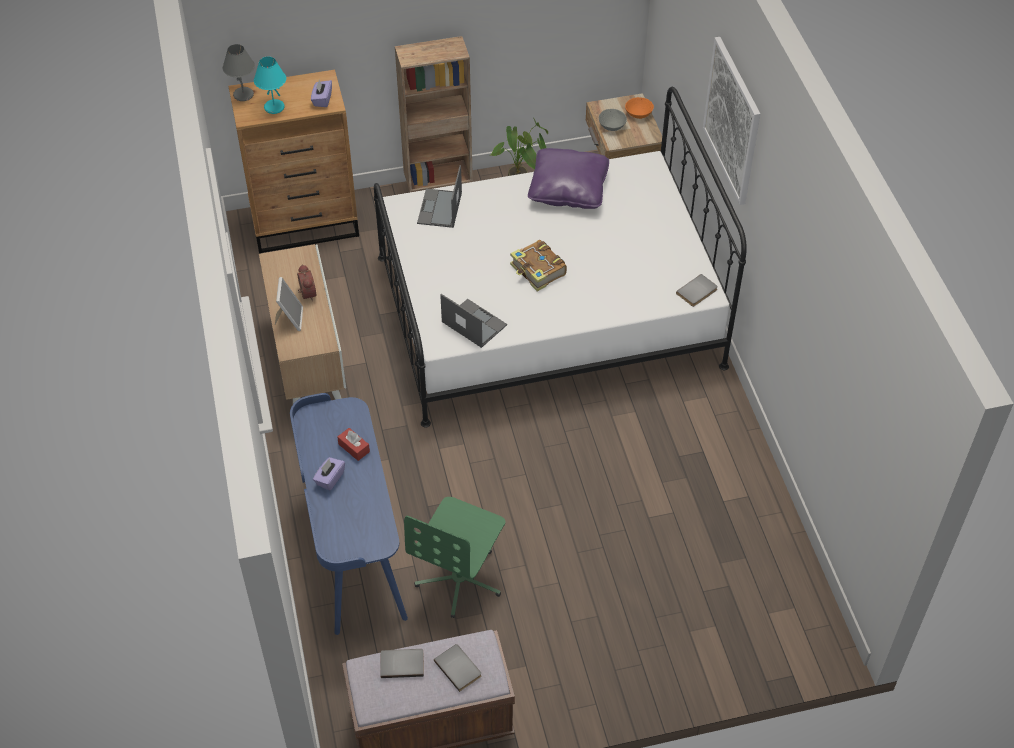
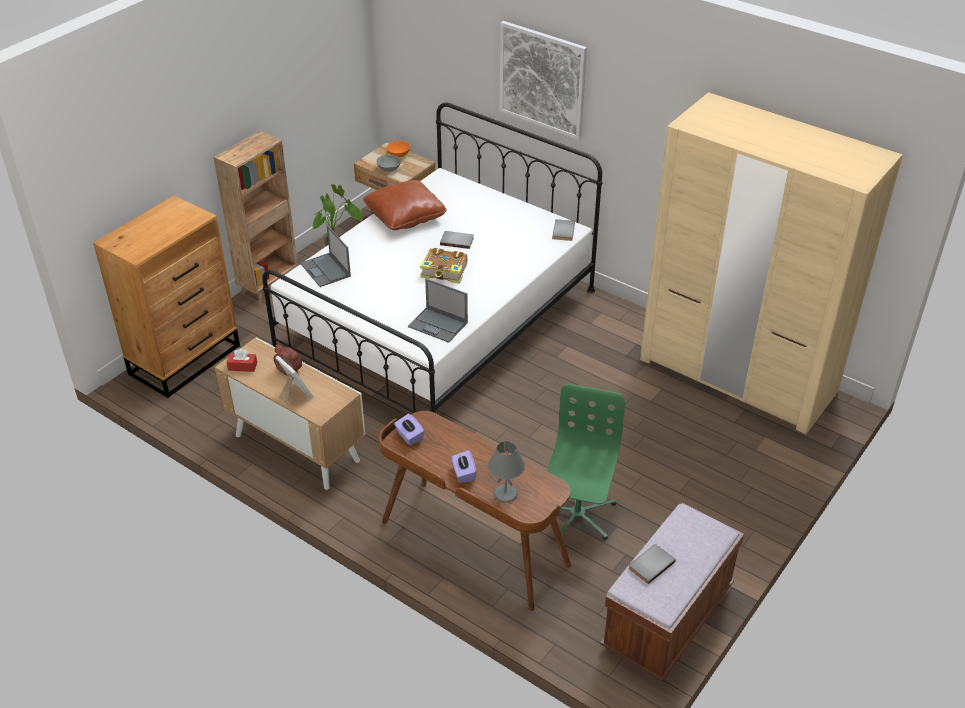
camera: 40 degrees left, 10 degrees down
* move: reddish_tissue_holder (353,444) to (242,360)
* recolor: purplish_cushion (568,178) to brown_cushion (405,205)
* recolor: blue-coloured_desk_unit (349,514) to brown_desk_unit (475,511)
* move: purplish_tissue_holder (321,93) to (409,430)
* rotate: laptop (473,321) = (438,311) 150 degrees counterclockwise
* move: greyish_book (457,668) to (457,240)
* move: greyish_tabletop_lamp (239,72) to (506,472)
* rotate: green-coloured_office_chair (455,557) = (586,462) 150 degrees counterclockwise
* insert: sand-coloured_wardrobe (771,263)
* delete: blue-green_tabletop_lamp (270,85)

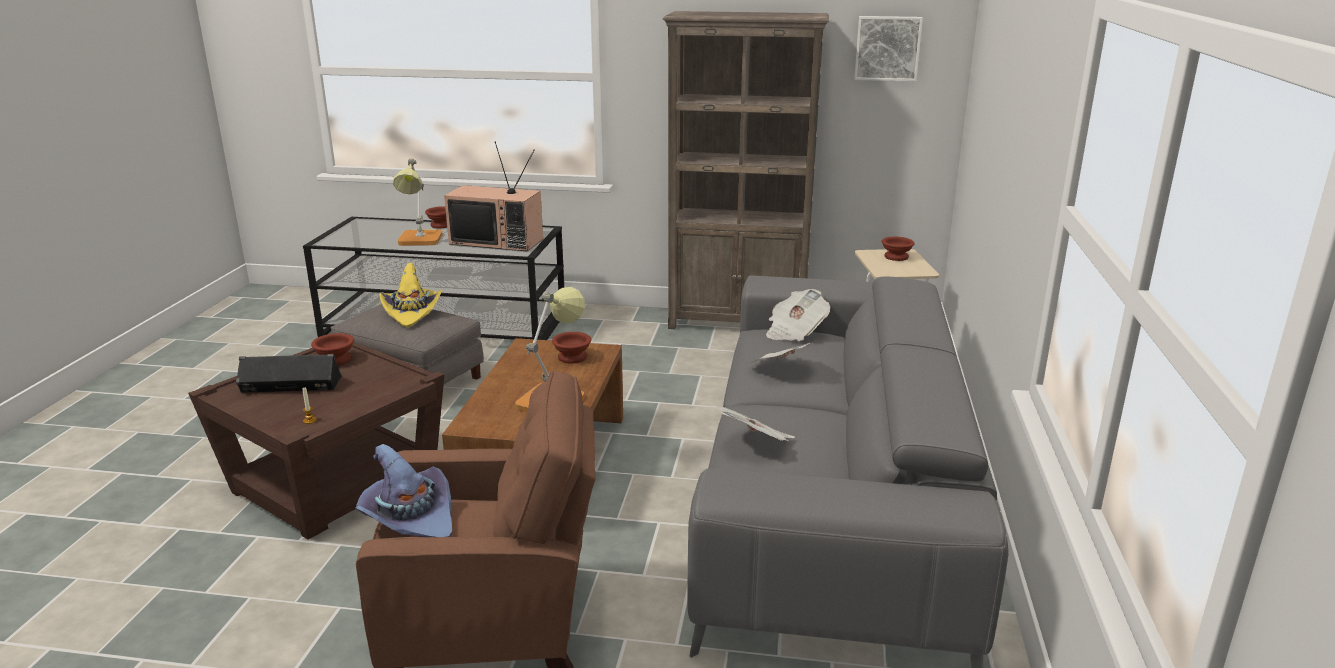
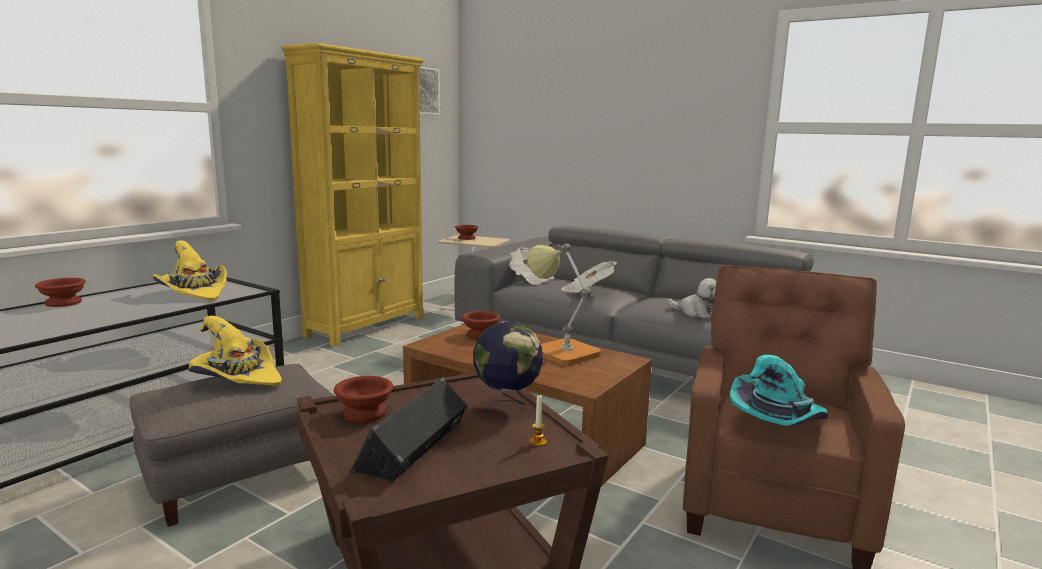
camera: 65 degrees left, 10 degrees down
* replace: TV (493,197) to yellow_wearable_hat (189,270)
* recolor: brown_bookshelf (746,170) to yellow_bookshelf (352,195)
* insert: globe (508,370)
* replace: daily_paper (755,423) to soft_toy (692,298)
* recolor: purplish_wearable_hat (403,490) to blue-green_wearable_hat (778,390)
* delete: tabletop_lamp (418,202)

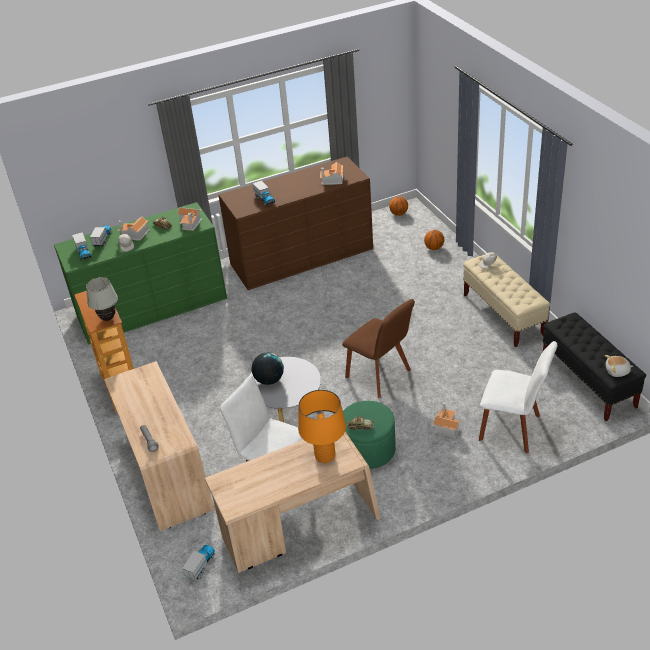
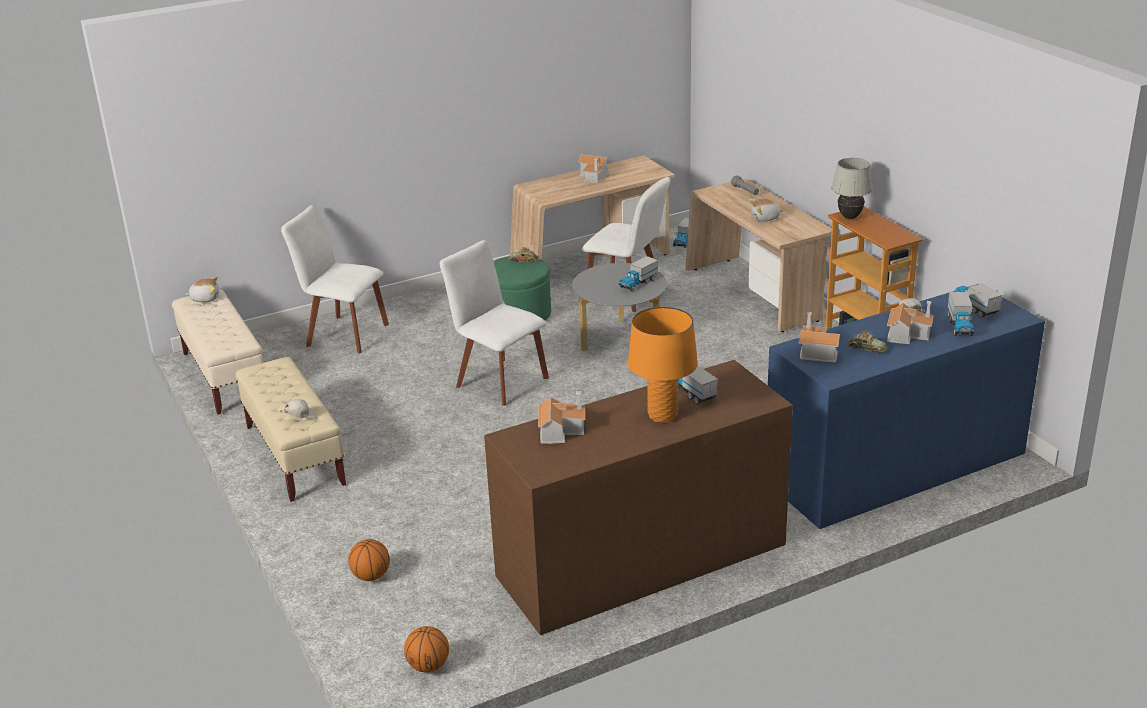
camera: 175 degrees right, 10 degrees down
* recolor: blackish_indoor_bench (594,366) to sand-coloured_indoor_bench (218,351)
* recolor: brown_plain_chair (378,348) to whitish_plain_chair (494,323)
* move: model_house (447,420) to (594,169)
* replace: globe (267,369) to model_truck (638,274)
* move: orange-coloured_tabletop_lamp (322,426) to (663,365)
* insert: soft_toy (766,210)
* recolor: green-coloured_chest_of_drawers (140,273) to blue-coloured_chest_of_drawers (906,406)

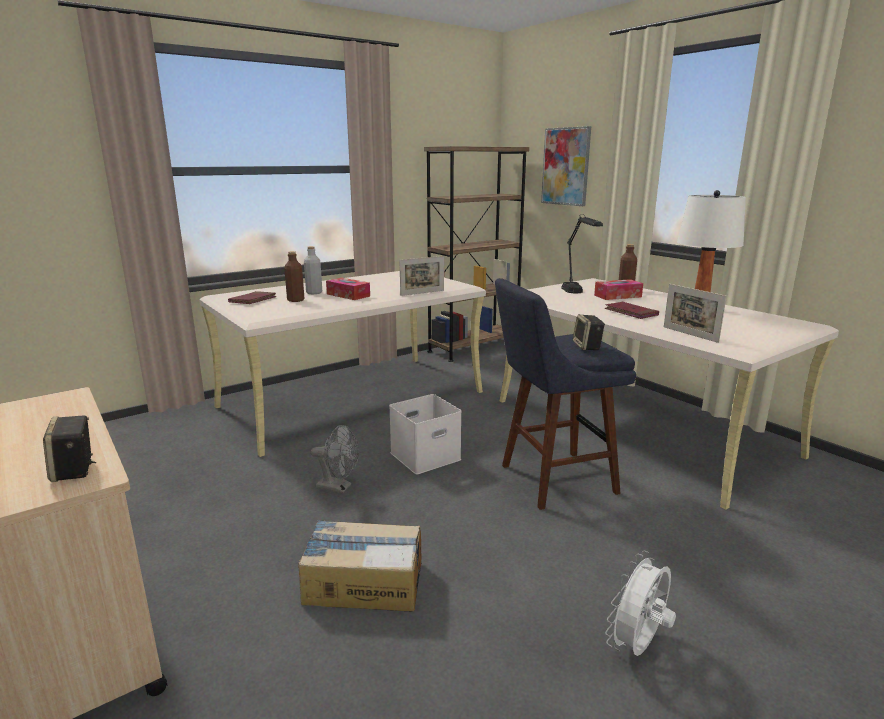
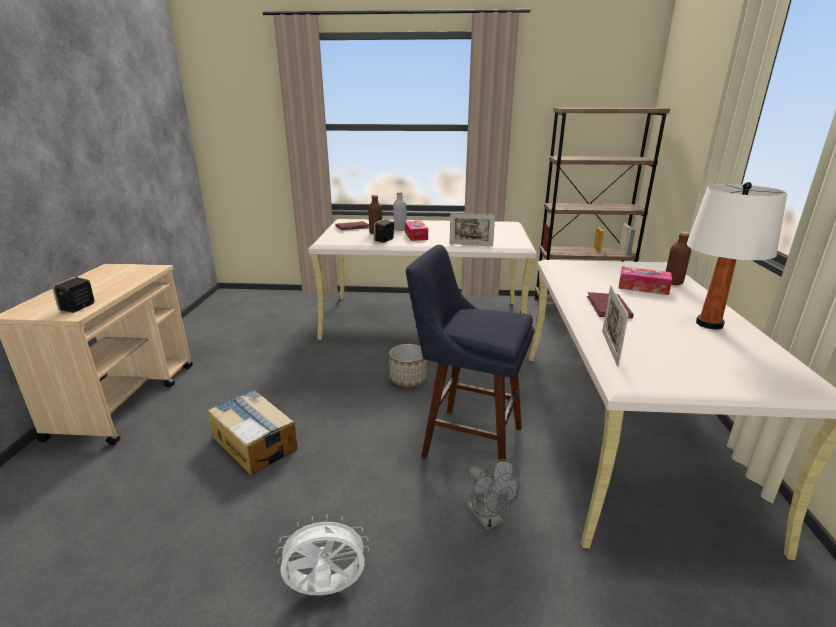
camera: 40 degrees right, 5 degrees up
* move: audio_speaker (589,332) to (384,231)
* replace: whitish_storage_bin (425,434) to planter (408,365)
* move: greyish_fan (335,459) to (493,494)
* delete: picture (566,166)
* delete: blackish_tabletop_lamp (582,253)

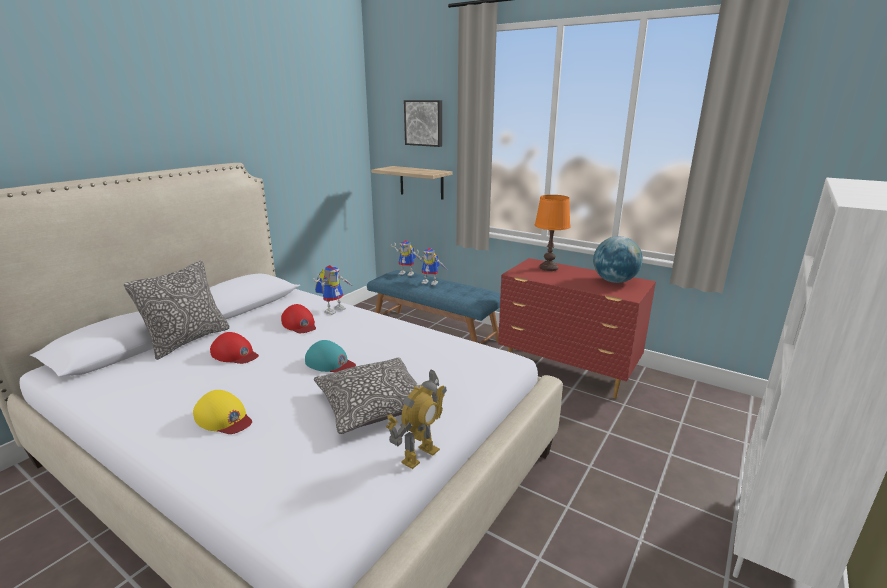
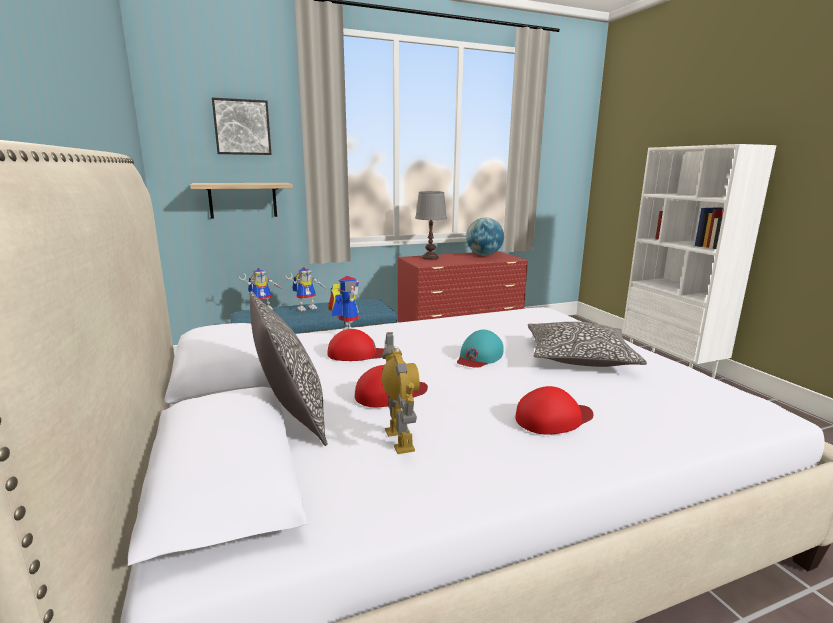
camera: 55 degrees left, 5 degrees down
* move: robot_figure (416,419) to (401,393)
* recolor: orange-coloured_tabletop_lamp (553,233) to greyish_tabletop_lamp (431,225)
* rotate: blue-green_peaked_cap (330,356) = (480,348) 150 degrees clockwise
* recolor: yellow_peaked_cap (222,412) to reddish_peaked_cap (554,410)

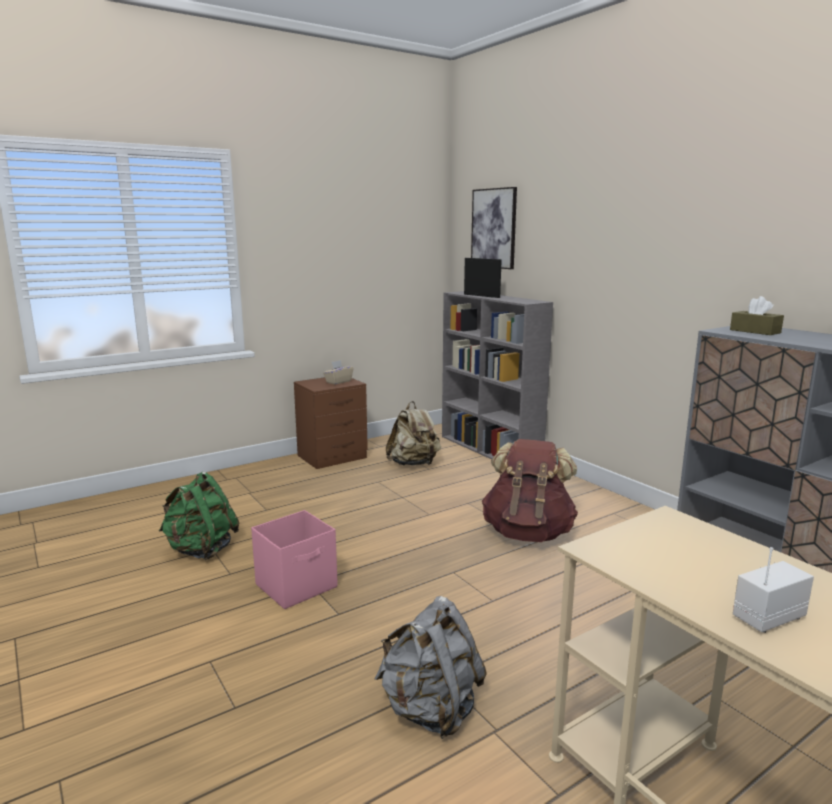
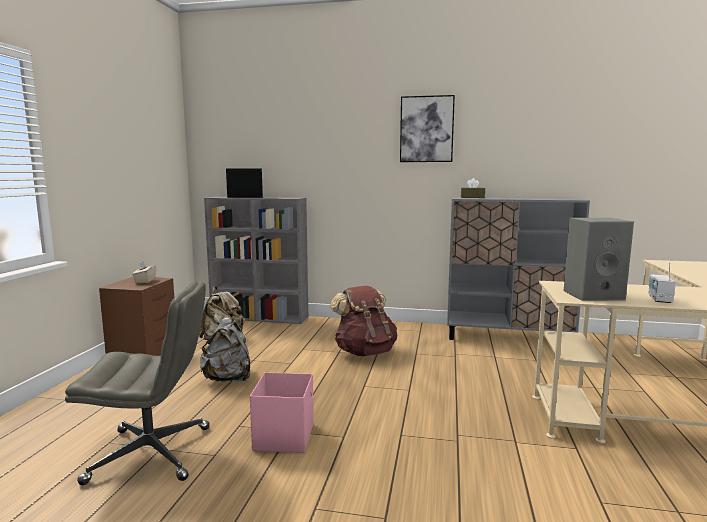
camera: 45 degrees left, 5 degrees down
* replace: green-coloured_rucksack (199,516) to greyish_office_chair (137,383)
* move: greyish_rucksack (430,667) to (225,349)
* move: picture (494,228) to (427,128)
* insert: greyish_audio_speaker (599,259)

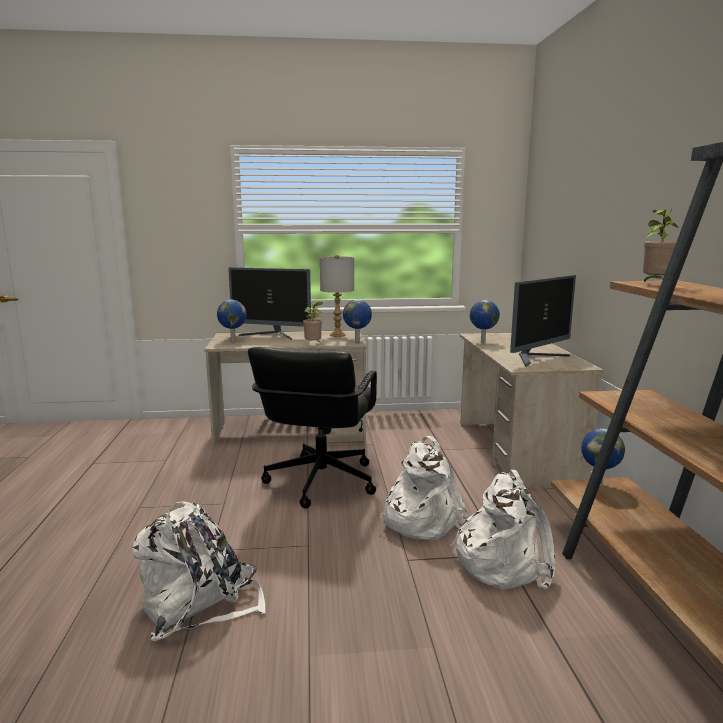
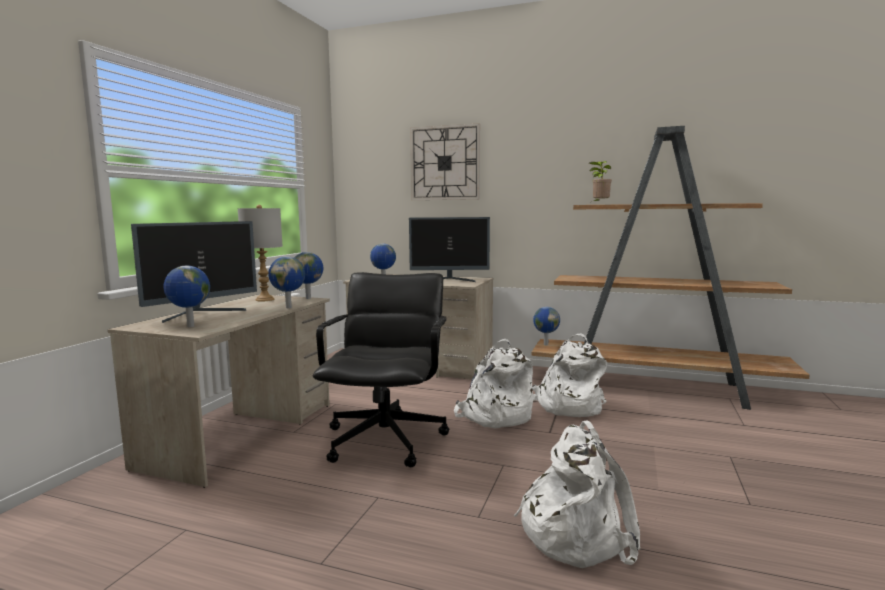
camera: 65 degrees left, 5 degrees down
* replace: houseplant (313,321) to globe (286,282)
* rotate: blackish_office_chair (312,427) = (381,369) 120 degrees counterclockwise
* rotate: computer_screen (543,321) = (449,249) 105 degrees clockwise
* insert: wall_clock (445,161)

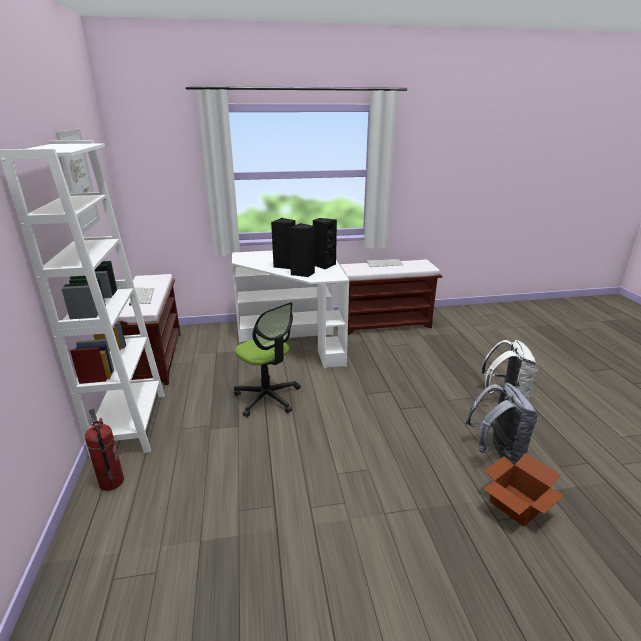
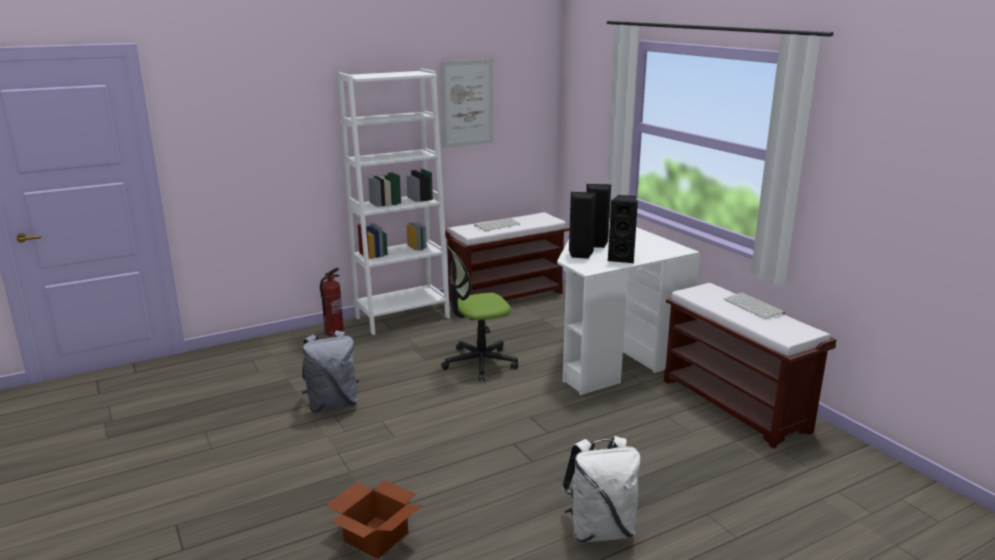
camera: 70 degrees right, 5 degrees down
* move: greyish_rucksack (502,424) to (330,371)
* rotate: office_chair (267,359) = (479,313) 45 degrees clockwise

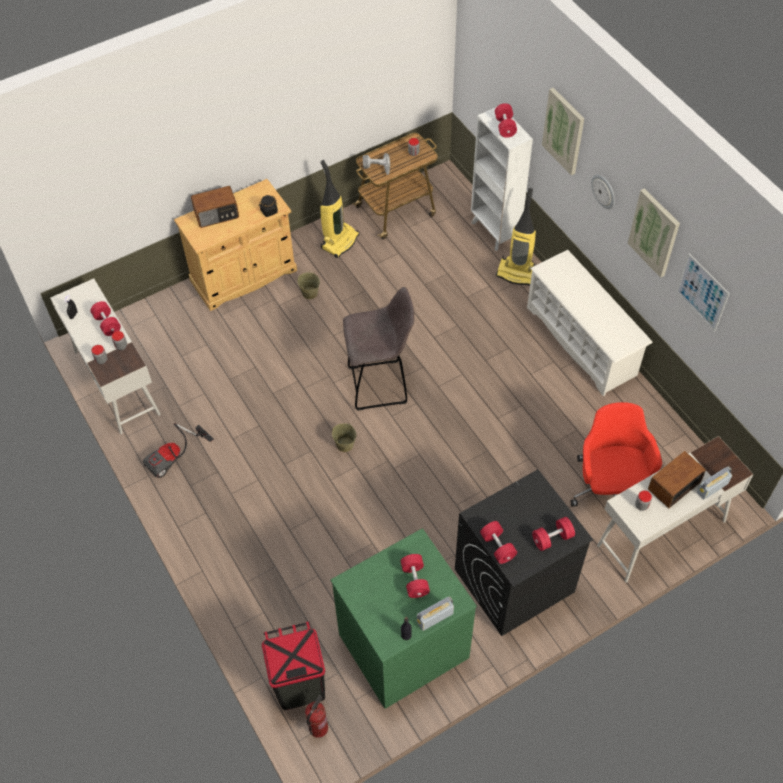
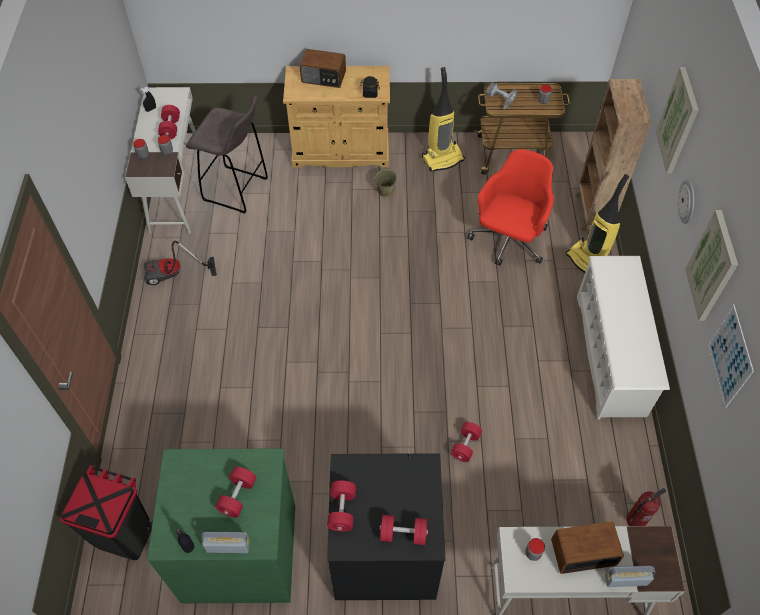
camera: 30 degrees right, 0 degrees up
* move: greyish_stool_seat (378,349) to (227,154)
* move: reddish_free_weight (506,120) to (466,442)
* move: reddish_office_chair (616,454) to (510,207)
* recolor: whitish_bookshelf (502,179) to brown_bookshelf (613,155)
* move: fire-fighting_cylinder (316,716) to (646,507)
* delete: sand-coloured_pail (344,437)

